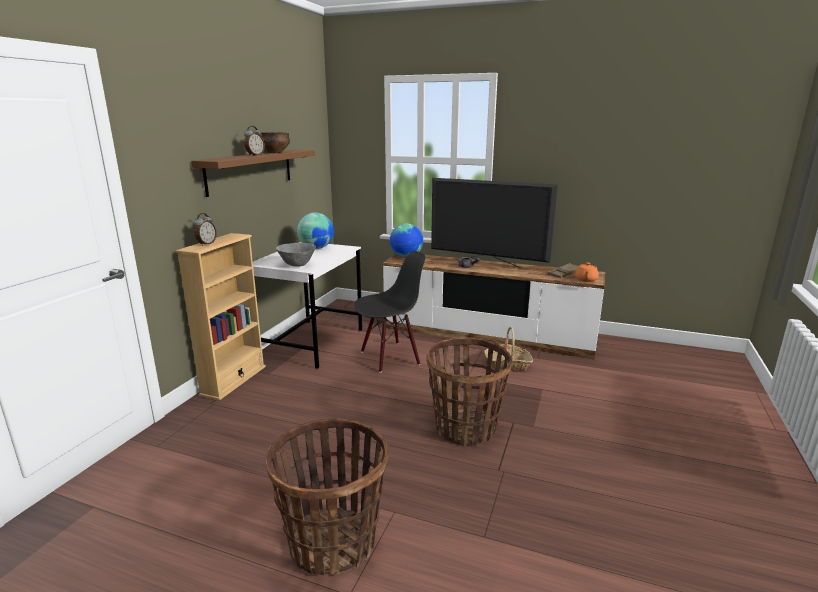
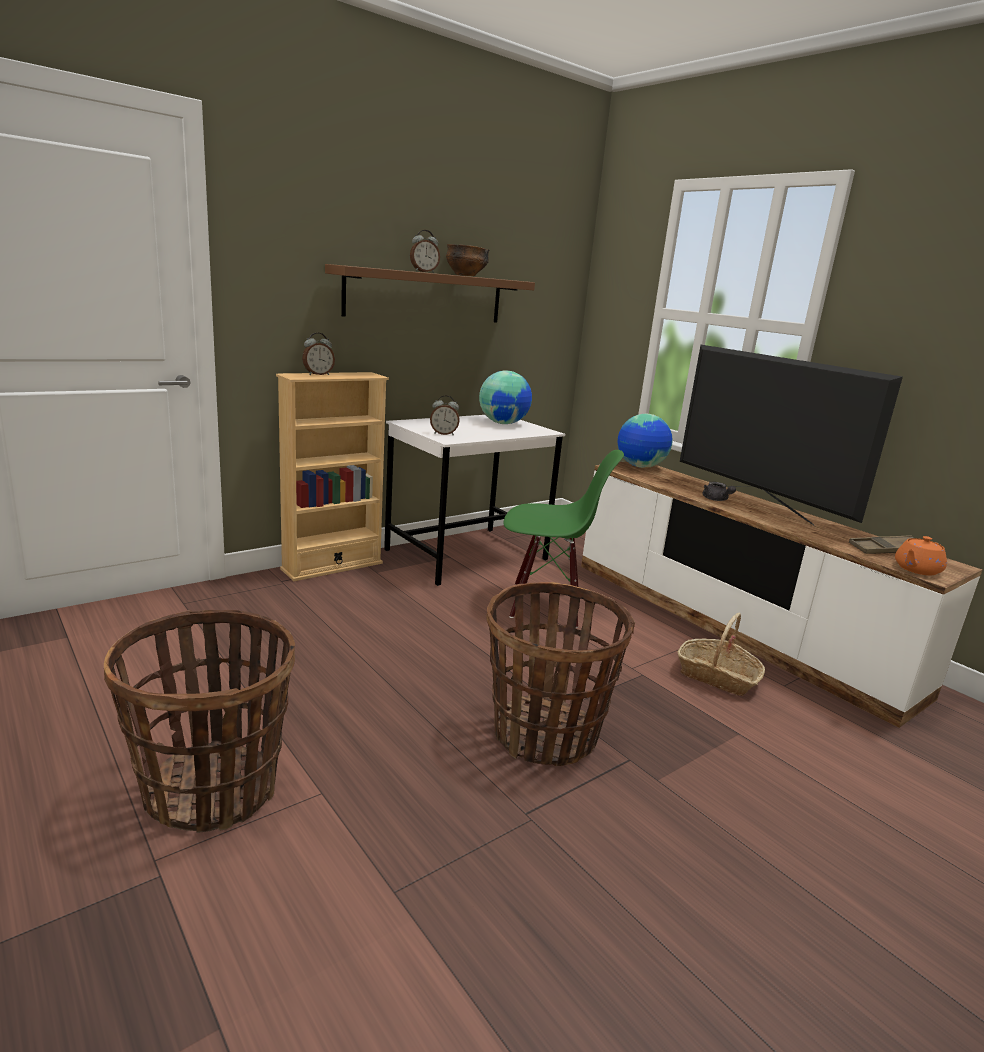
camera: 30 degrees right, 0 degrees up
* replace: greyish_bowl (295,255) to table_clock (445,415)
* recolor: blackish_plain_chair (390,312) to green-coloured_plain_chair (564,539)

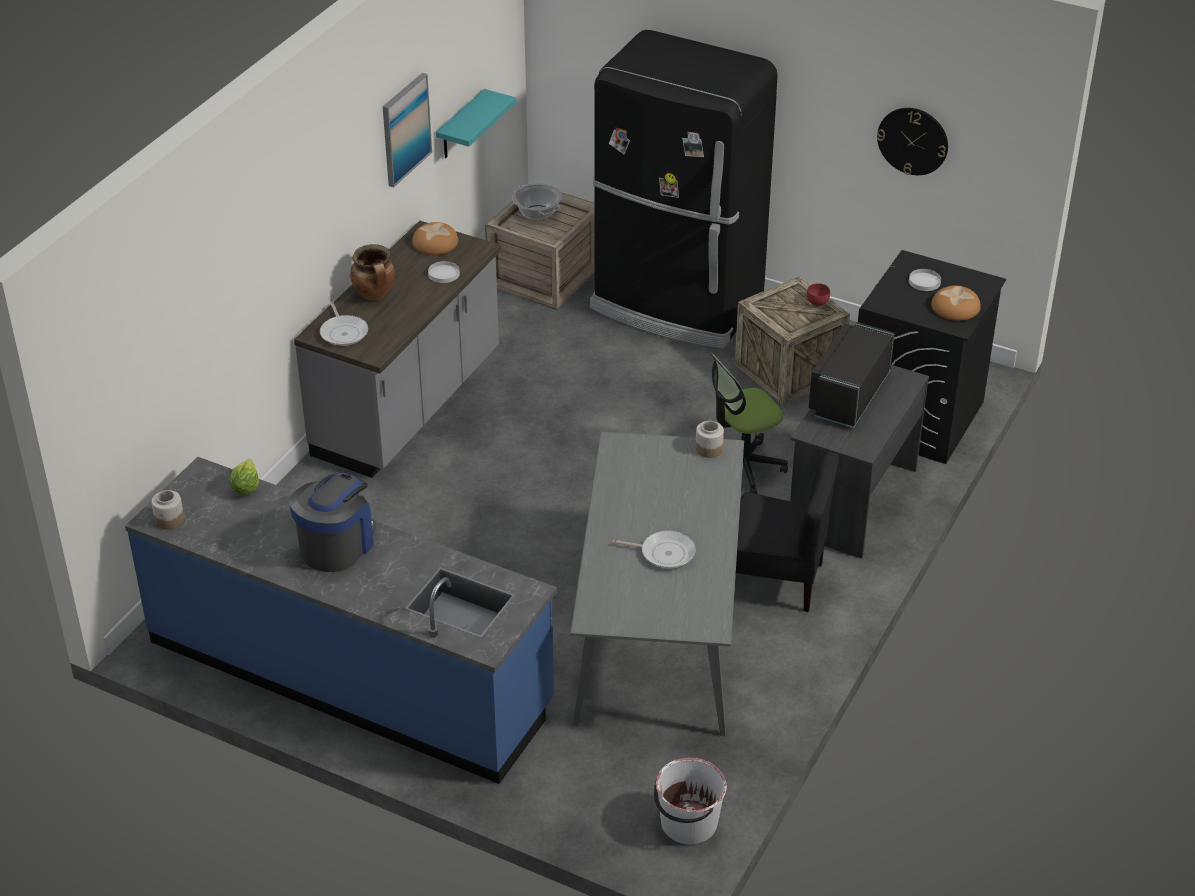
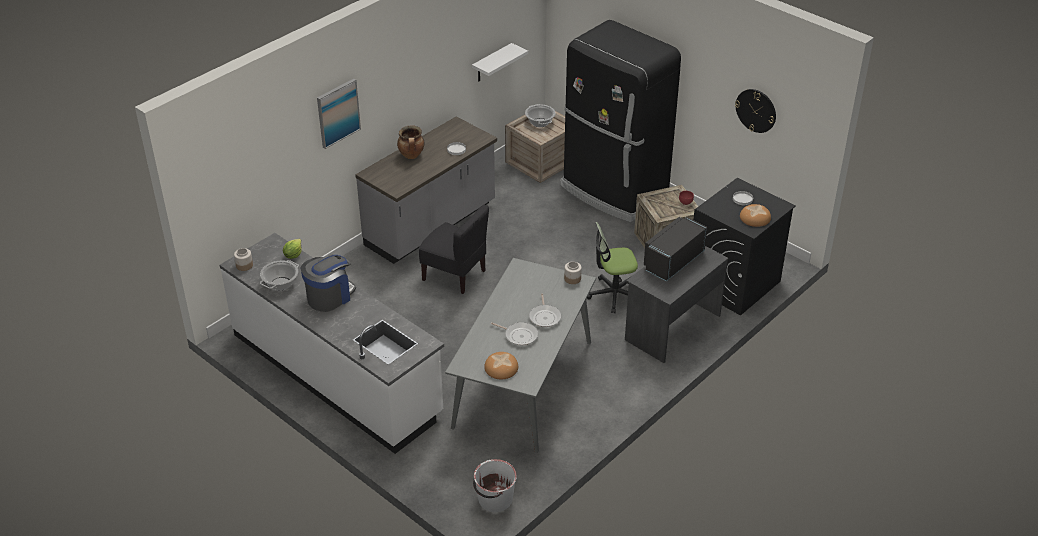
camera: 15 degrees right, 0 degrees up
* recolor: blue-coloured_kitchen_base_unit (341,620) to whitish_kitchen_base_unit (332,343)
* insert: stockpot (279,275)
* move: picture (407,130) to (339,114)
* move: blackish_plain_chair (787,532) to (454,249)
* recolor: blue-green_bracket_shelf (476,123) to whitish_bracket_shelf (500,62)
* move: bread (435,238) to (501,365)
* move: pan (344,324) to (545,310)

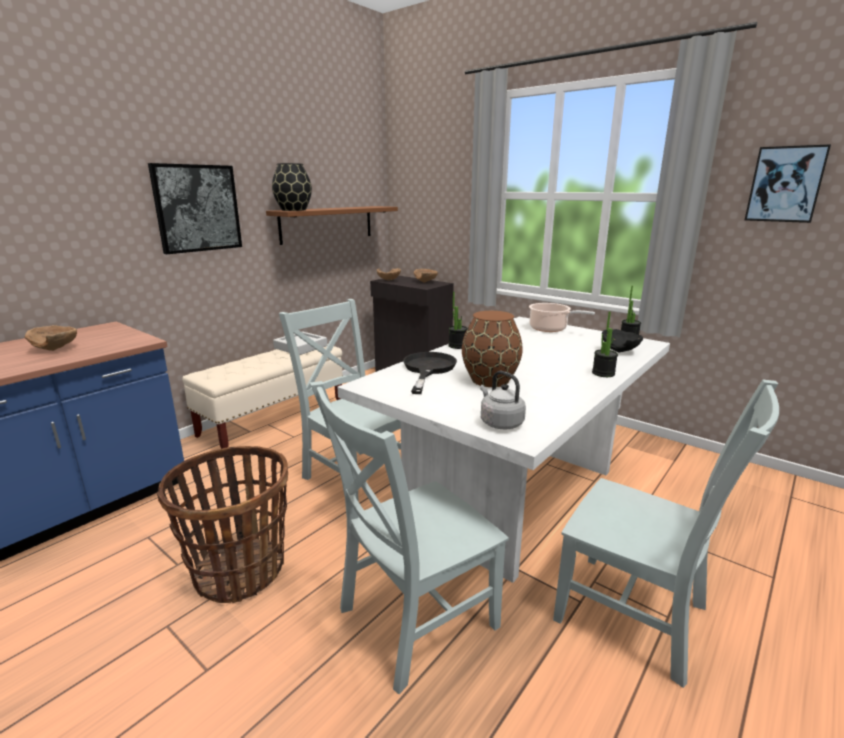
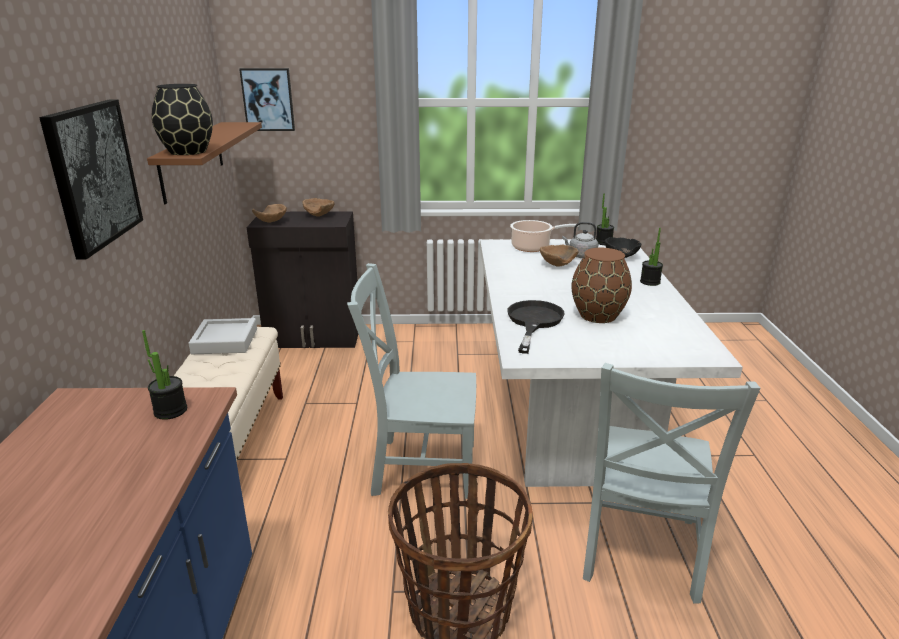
camera: 40 degrees left, 5 degrees up
* move: houseplant (457,320) to (164,375)
* move: picture (788,183) to (267,99)
* rotate: blackish_pan (430,373) = (536,327) 45 degrees clockwise
* move: brown_bowl (51,338) to (559,255)
* move: greyish_kettle (503,400) to (580,240)
* delete: greyish_plain_chair (666,534)

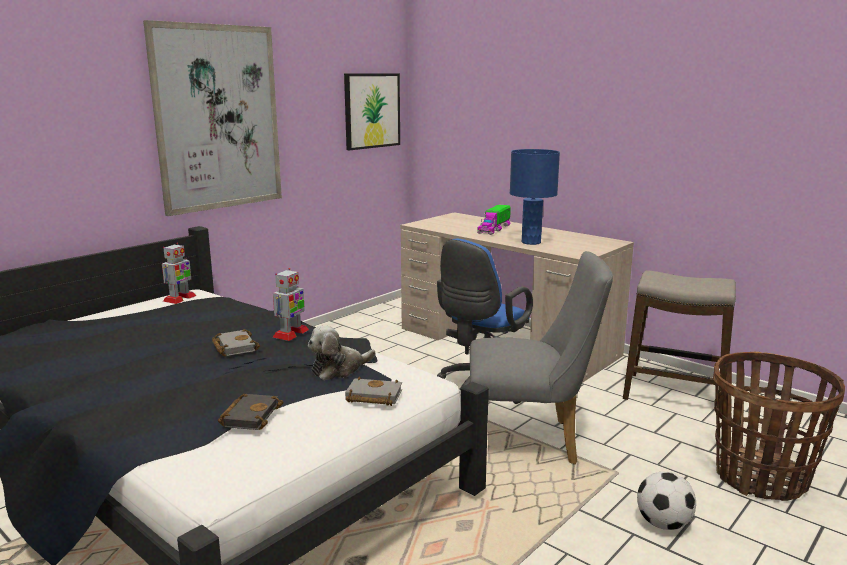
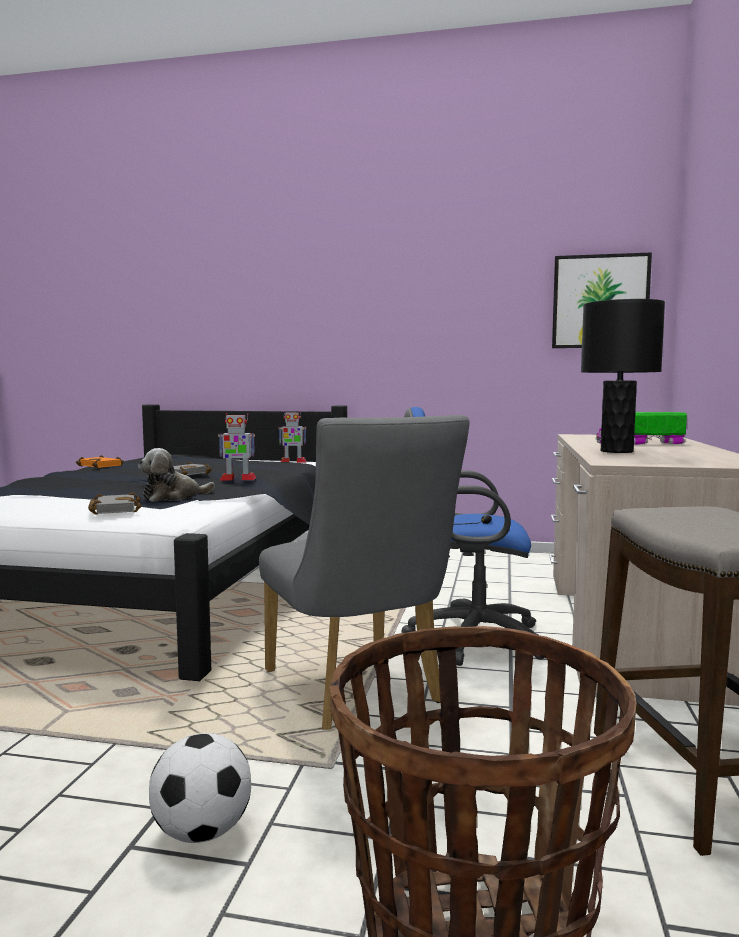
camera: 60 degrees right, 10 degrees down
* insert: orange-coloured_book (100,461)
* rotate: soft_toy (341,352) = (176,475) 60 degrees counterclockwise
* recolor: blue-coloured_tabletop_lamp (535,197) to blackish_tabletop_lamp (623,376)
* delete: picture (212,118)
* delete: blackish_book (250,411)

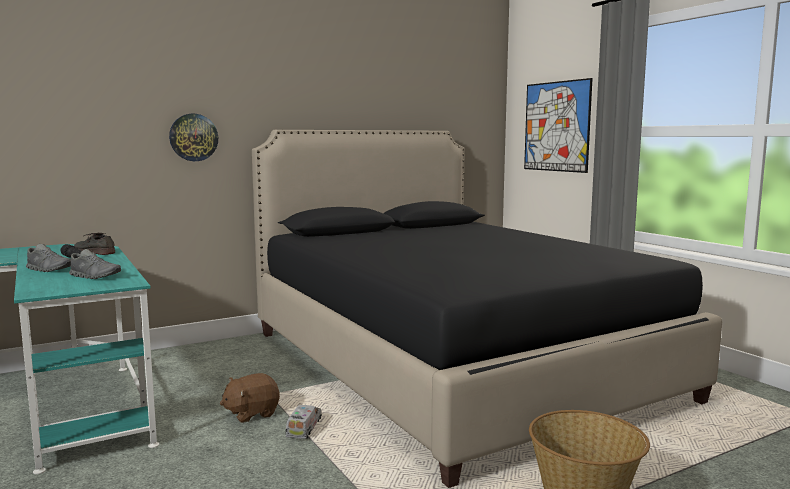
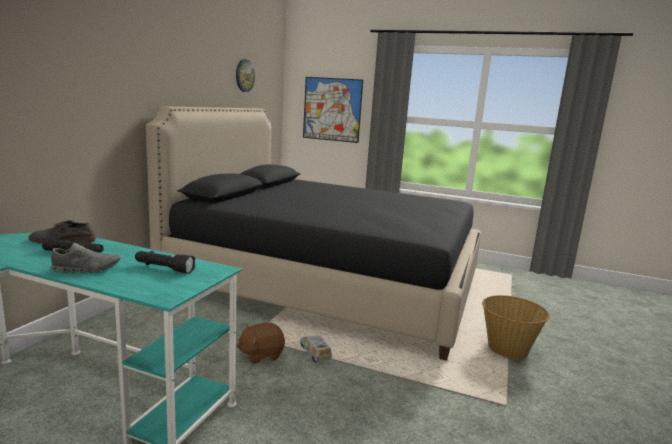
camera: 40 degrees left, 5 degrees up
* replace: greyish_item_of_footwear (95,264) to blackish_hand_torch (165,262)
* move: wall_clock (193,137) to (245,75)
* rotate: brown_soft_toy (250,398) = (260,343) 45 degrees clockwise

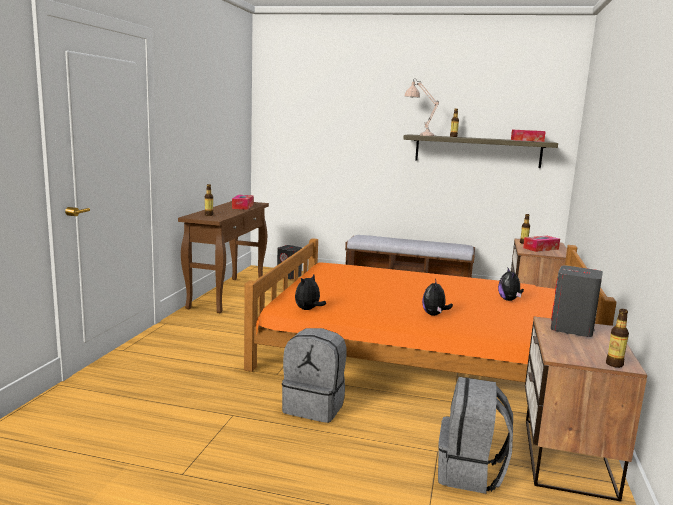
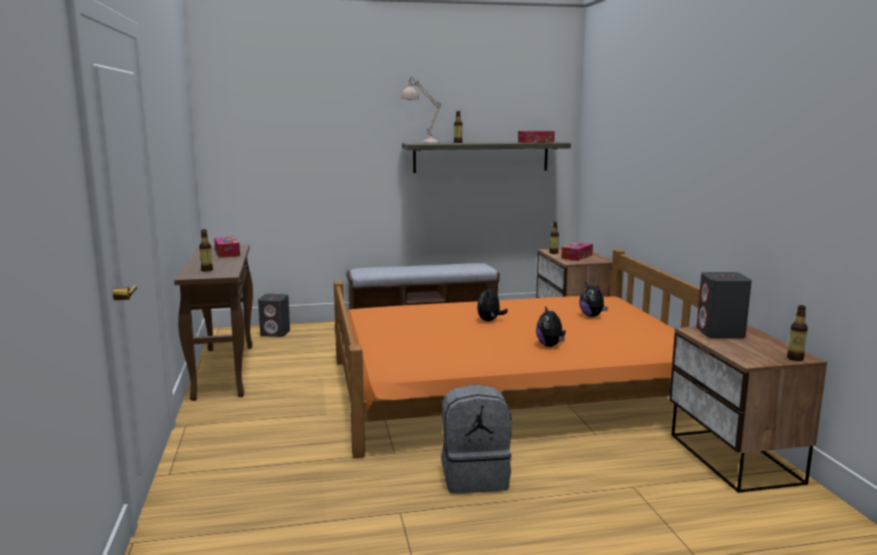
camera: 25 degrees left, 0 degrees up
* move: soft_toy (310,292) to (492,303)
* delete: greyish_rucksack (475,435)

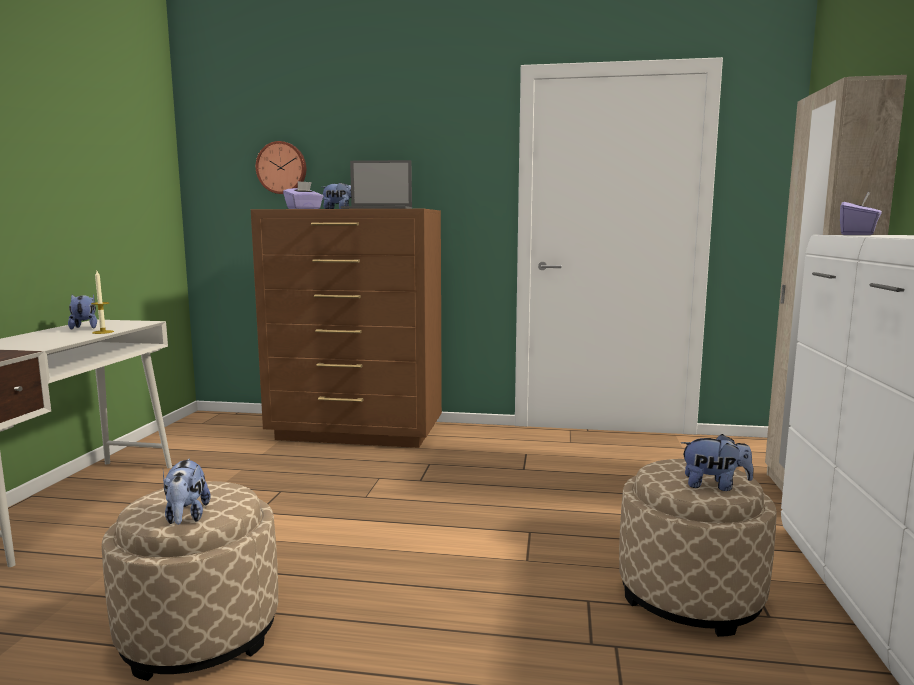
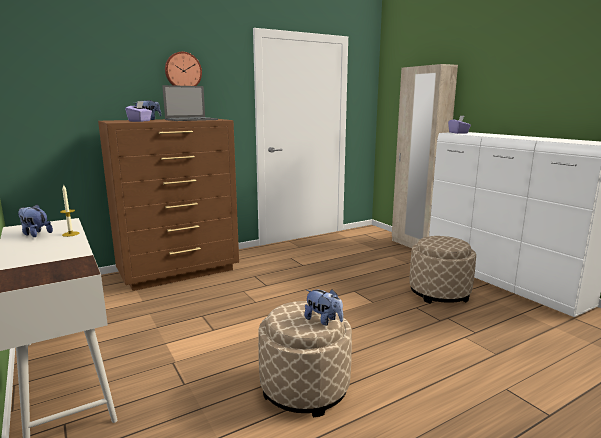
camera: 40 degrees left, 5 degrees up
* move: wall_clock (281,167) to (183,69)
* delete: soft_toy (716,462)

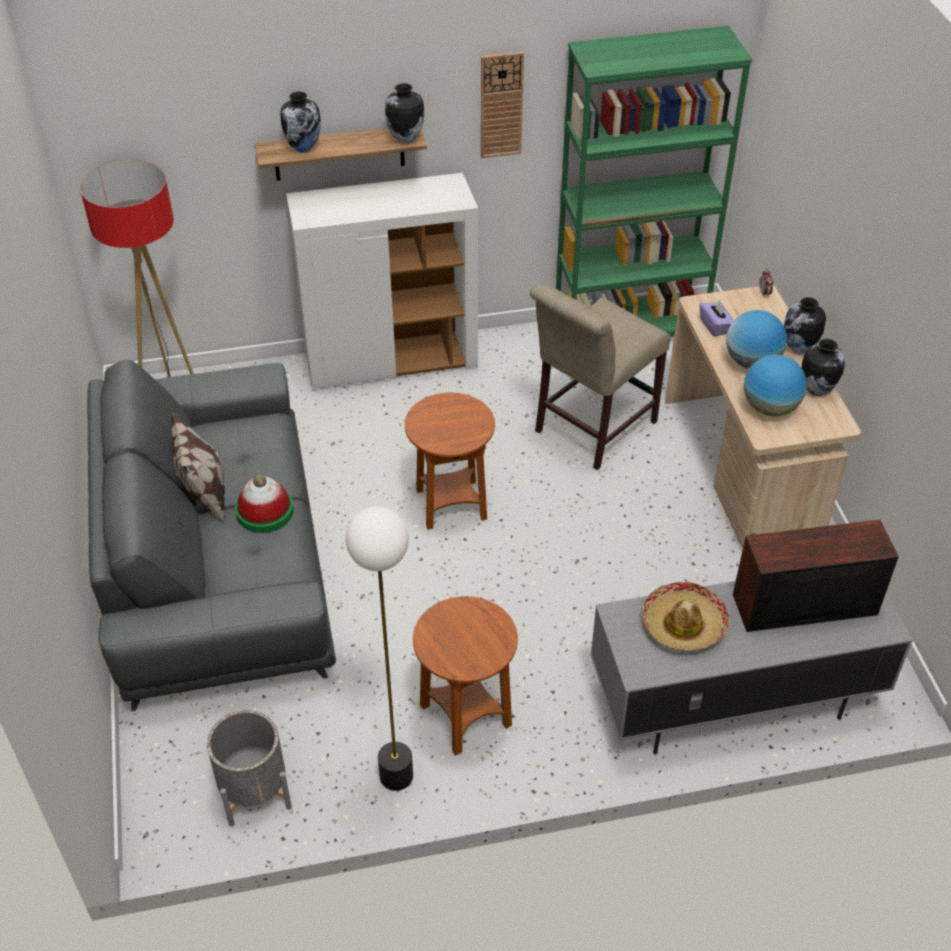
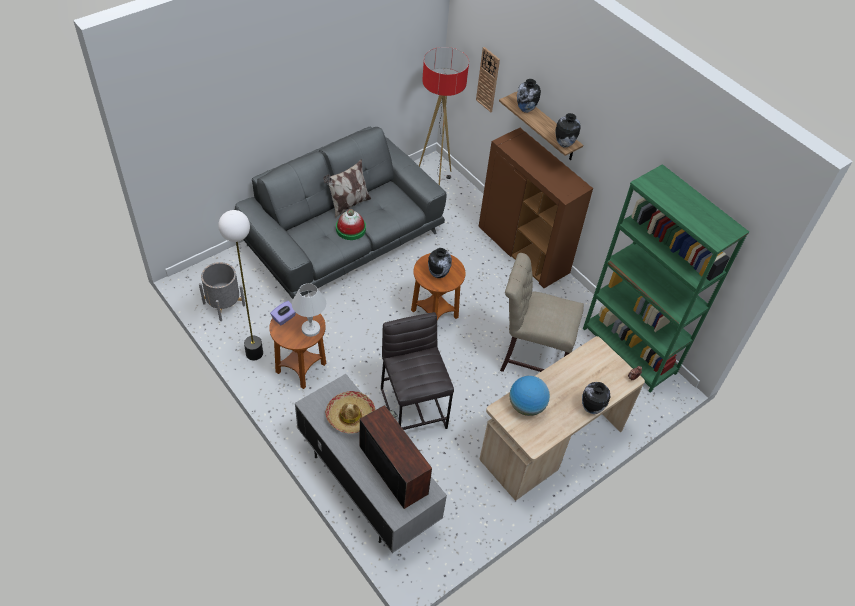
camera: 60 degrees right, 5 degrees up
* move: purplish_tissue_holder (717,318) to (283,313)
* insert: whitish_tabletop_lamp (309,310)
* insert: greyish_stool_seat (417,371)
* move: decorative_vase (823,367) to (440,263)
* move: wall_clock (502,105) to (488,79)
* recolor: whitish_storage_cabinet (382,281) to brown_storage_cabinet (535,208)
* delete: globe (756,339)

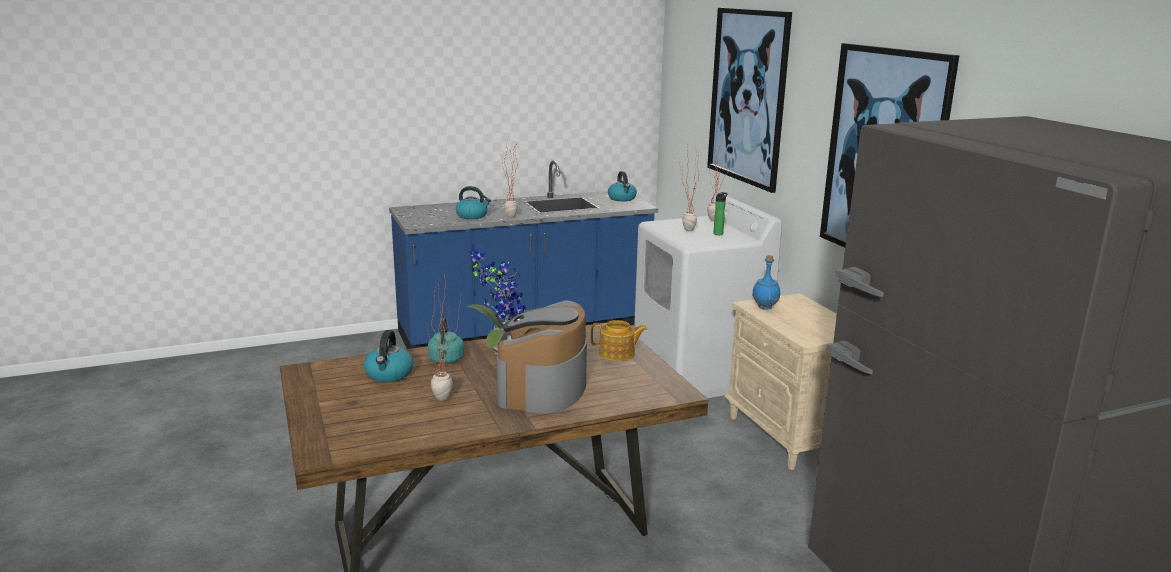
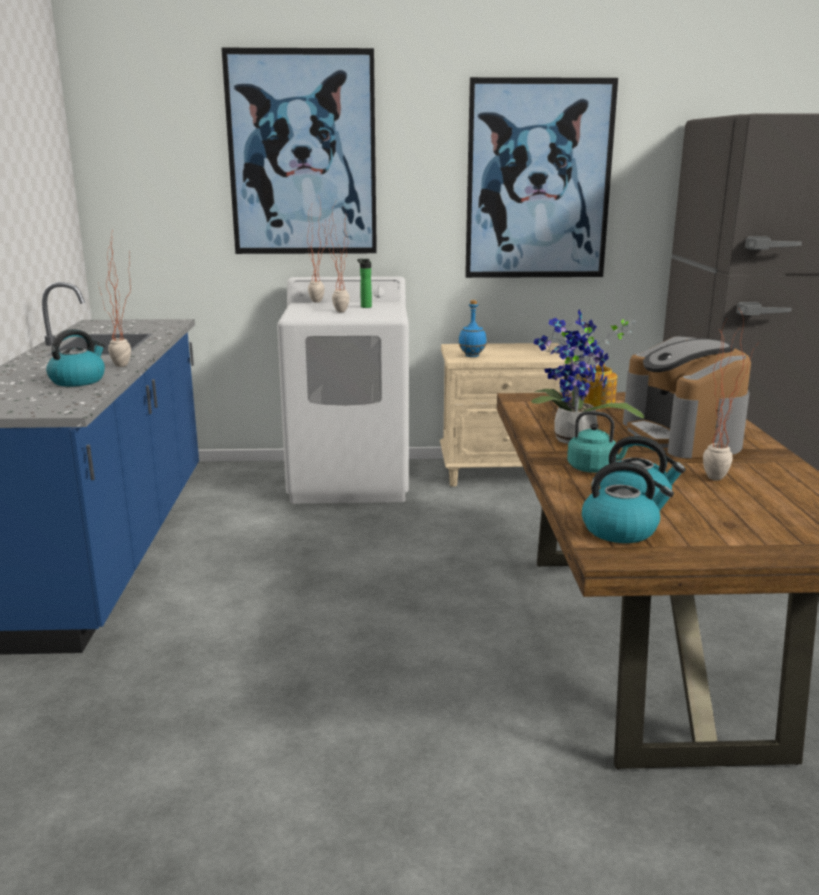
camera: 70 degrees left, 0 degrees up
* move: kettle (622,186) to (628,502)
* rotate: coffee_maker (542,357) = (687,397) 45 degrees clockwise

